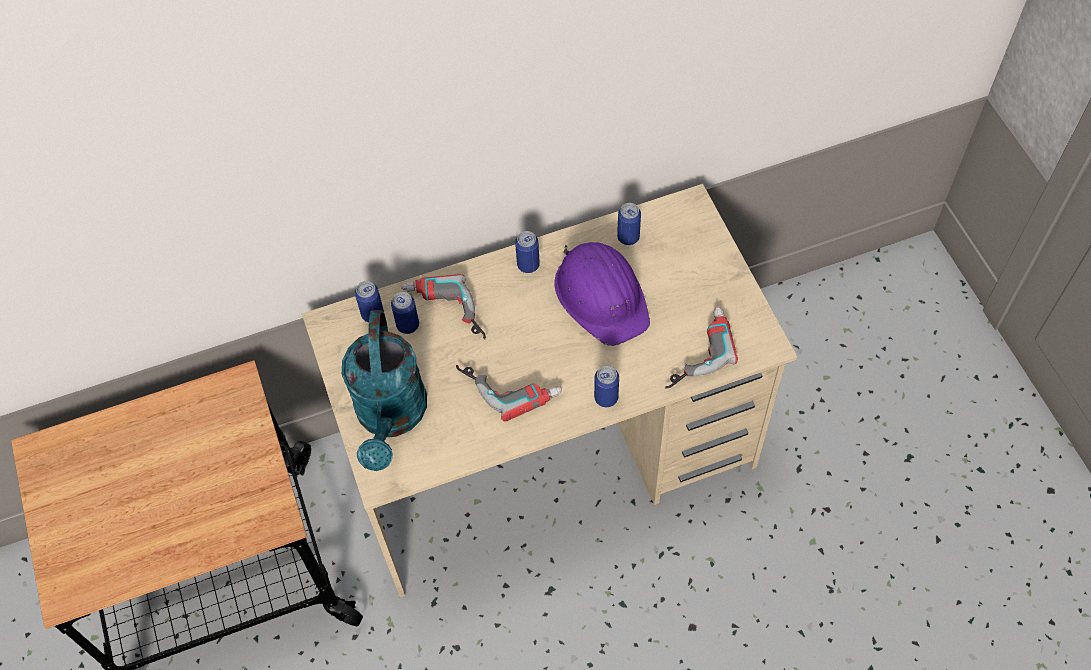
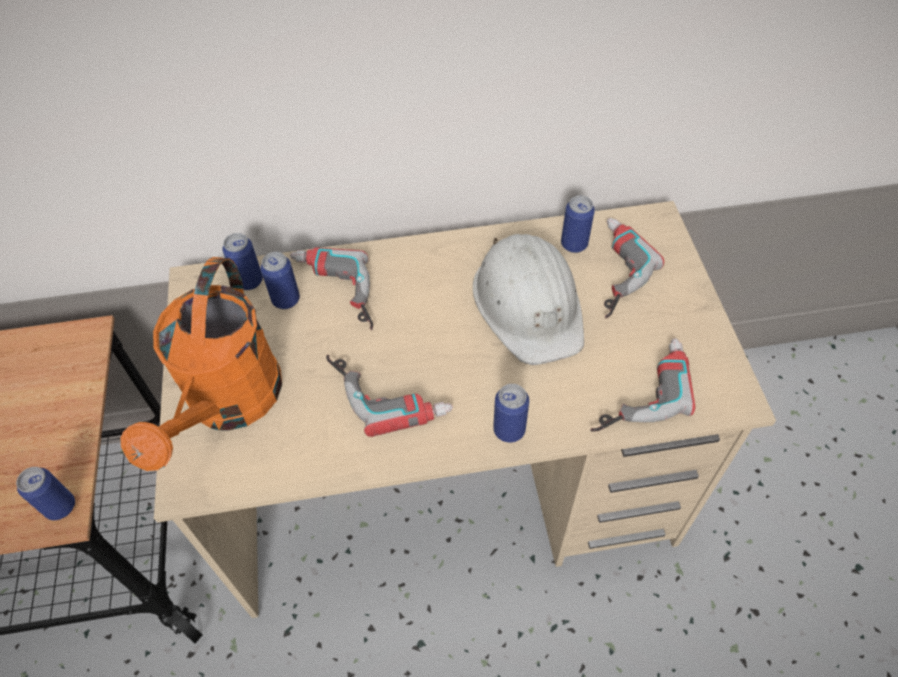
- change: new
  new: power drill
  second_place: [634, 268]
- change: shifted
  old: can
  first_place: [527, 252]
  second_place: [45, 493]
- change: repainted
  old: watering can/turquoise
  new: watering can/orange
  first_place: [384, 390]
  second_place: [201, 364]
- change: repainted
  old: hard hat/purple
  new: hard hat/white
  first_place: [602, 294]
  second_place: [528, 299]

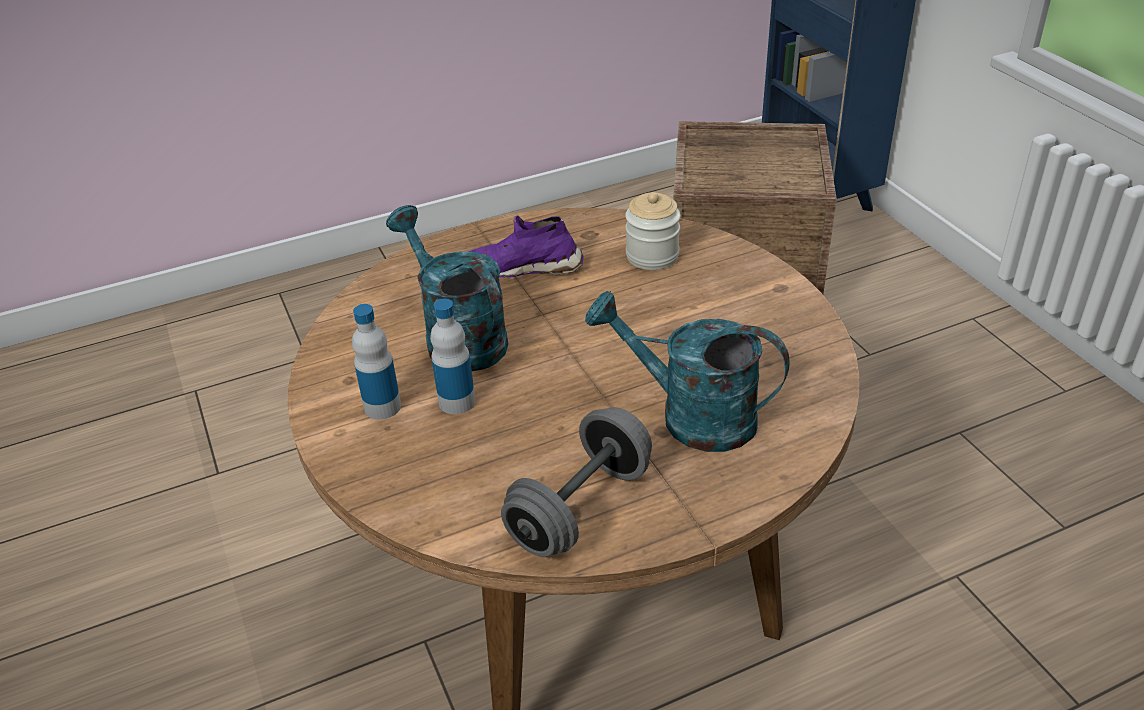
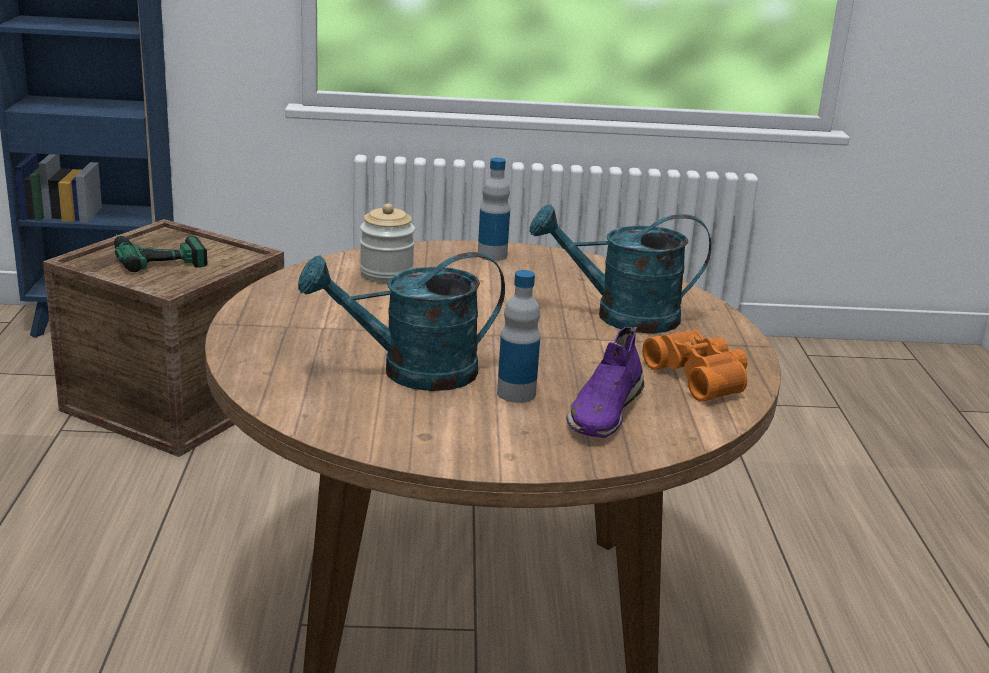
- change: new
  new: power drill
  second_place: [161, 253]
- change: shifted
  old: bottle
  first_place: [376, 362]
  second_place: [494, 209]
- change: shifted
  old: shoe/purple
  first_place: [526, 246]
  second_place: [605, 382]
- change: swapped
  old: dumbbell/grey
  new: binoculars/orange
  first_place: [576, 482]
  second_place: [695, 365]
- change: rotated
  old: watering can/turquoise
  first_place: [687, 371]
  second_place: [620, 268]
  degrees: 45

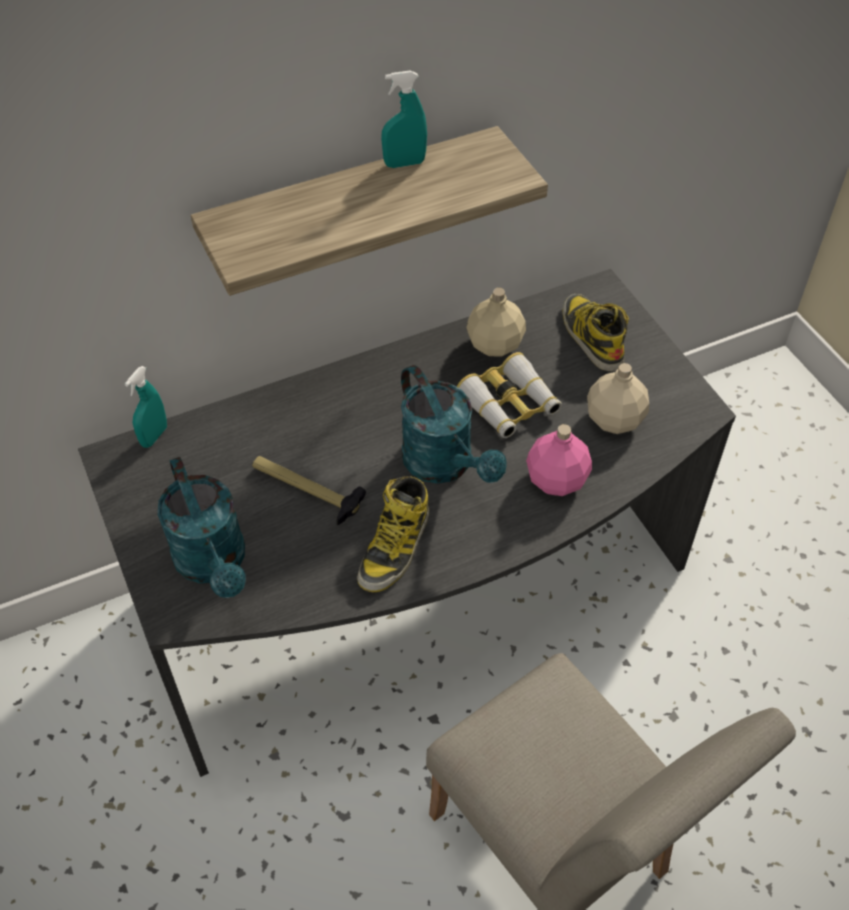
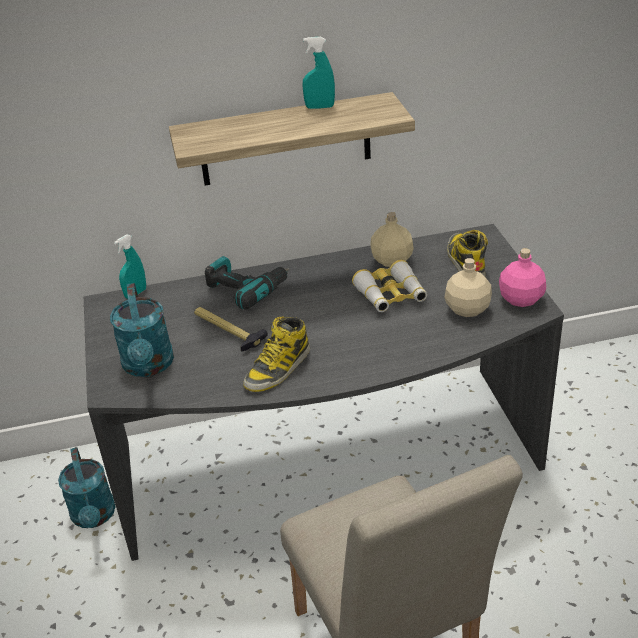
- change: new
  new: power drill
  second_place: [247, 283]
- change: shifted
  old: watering can/turquoise
  first_place: [454, 424]
  second_place: [87, 487]
- change: shifted
  old: bottle/pink
  first_place: [559, 460]
  second_place: [522, 277]

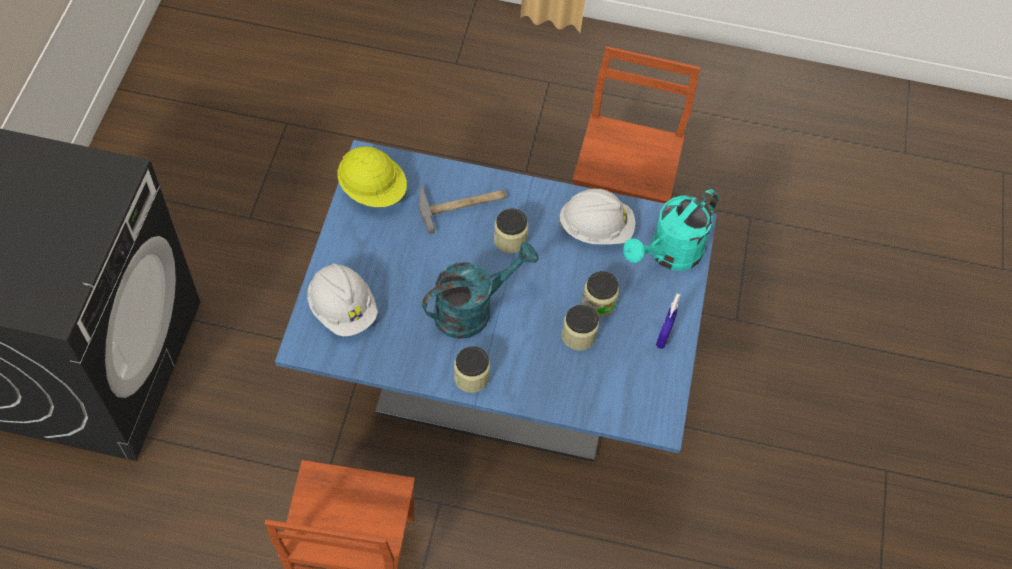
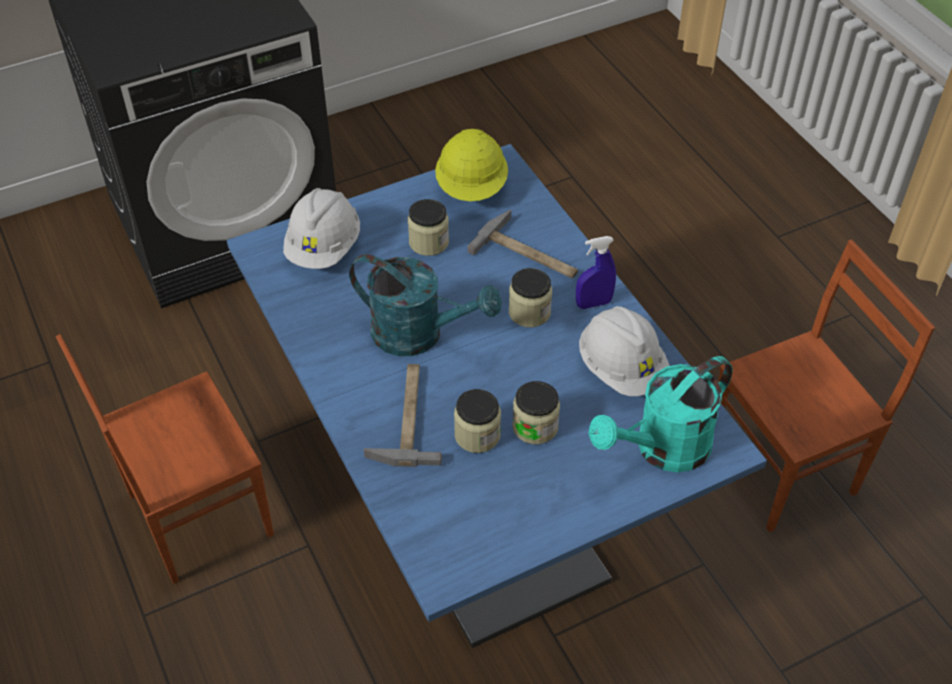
- change: new
  new: hammer
  second_place: [403, 415]
- change: shifted
  old: jar
  first_place: [472, 369]
  second_place: [428, 227]
- change: shifted
  old: spray bottle/blue
  first_place: [668, 321]
  second_place: [596, 272]
- change: rotated
  old: watering can/turquoise
  first_place: [671, 230]
  second_place: [661, 414]
  degrees: -45

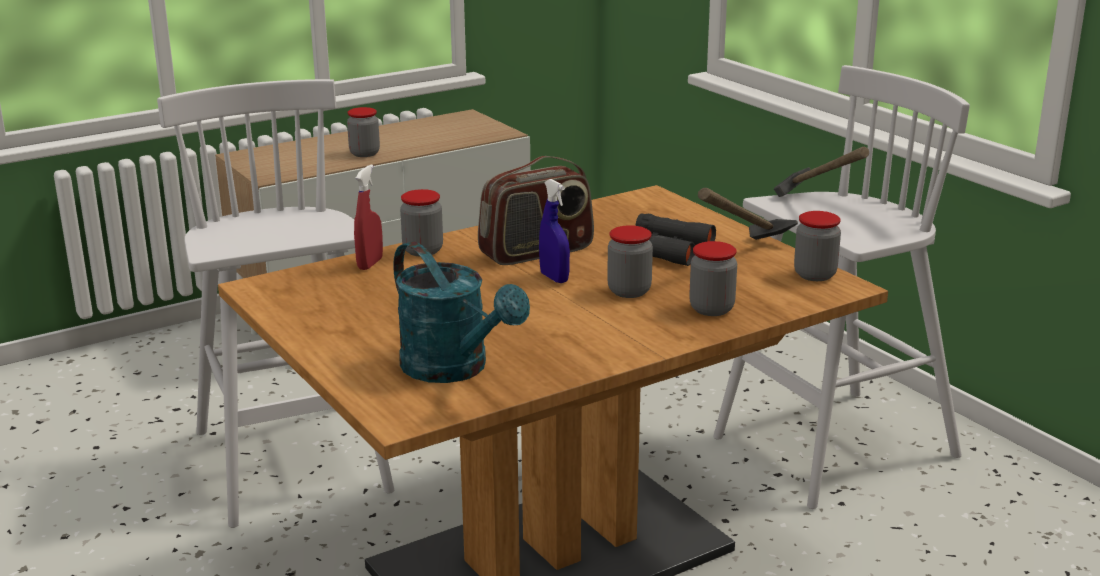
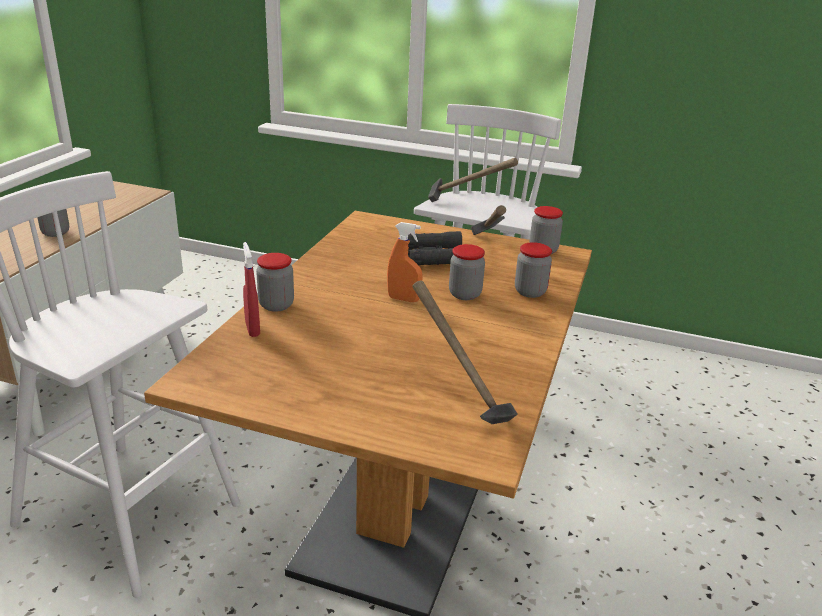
- change: gone
  old: radio
  first_place: [536, 210]
- change: swapped
  old: watering can/turquoise
  new: hammer
  first_place: [461, 312]
  second_place: [465, 352]
- change: repainted
  old: spray bottle/blue
  new: spray bottle/orange
  first_place: [554, 231]
  second_place: [405, 262]

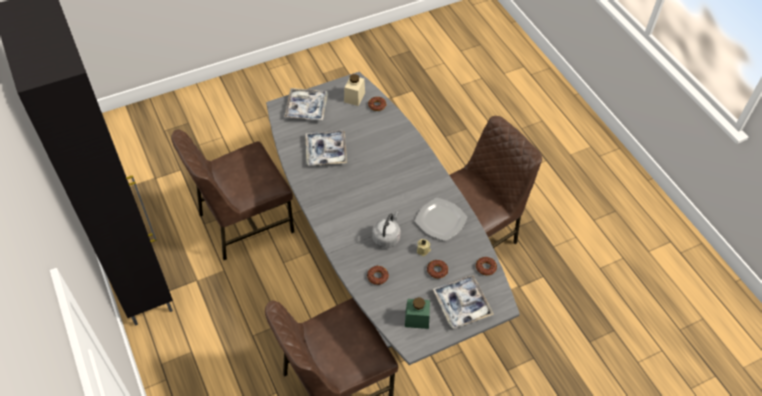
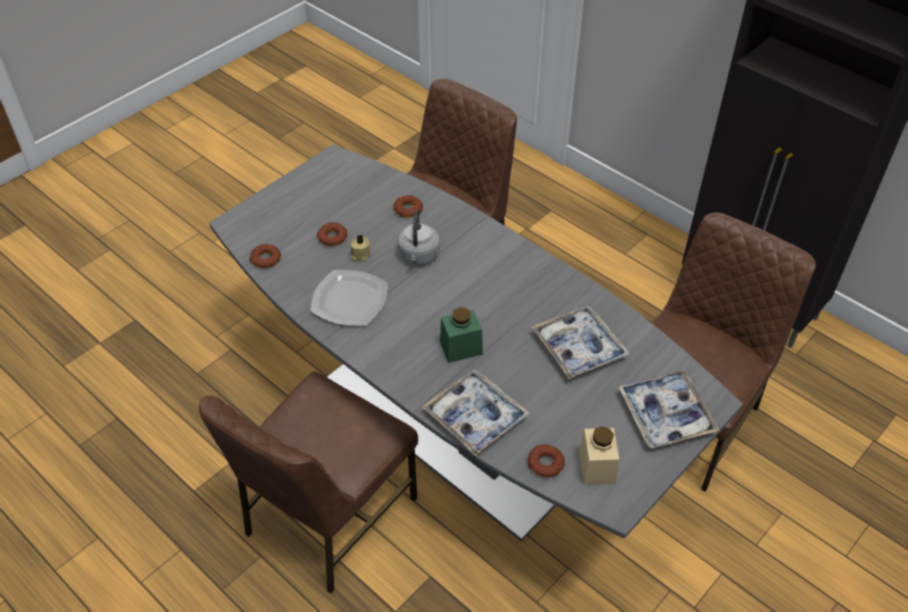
- change: shifted
  old: jar/green
  first_place: [417, 313]
  second_place: [461, 335]
- change: shifted
  old: tray
  first_place: [463, 302]
  second_place: [475, 413]

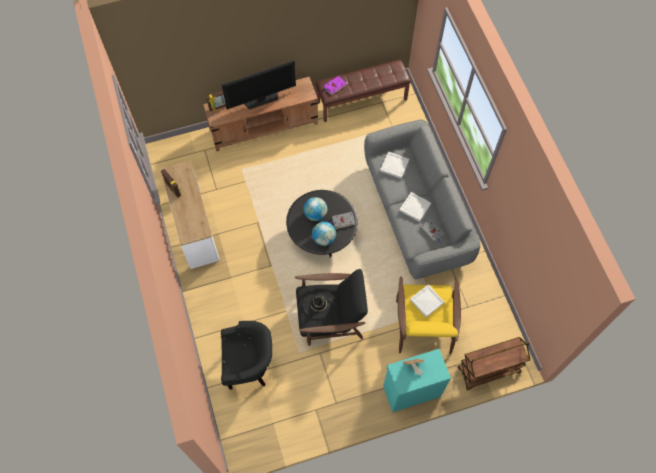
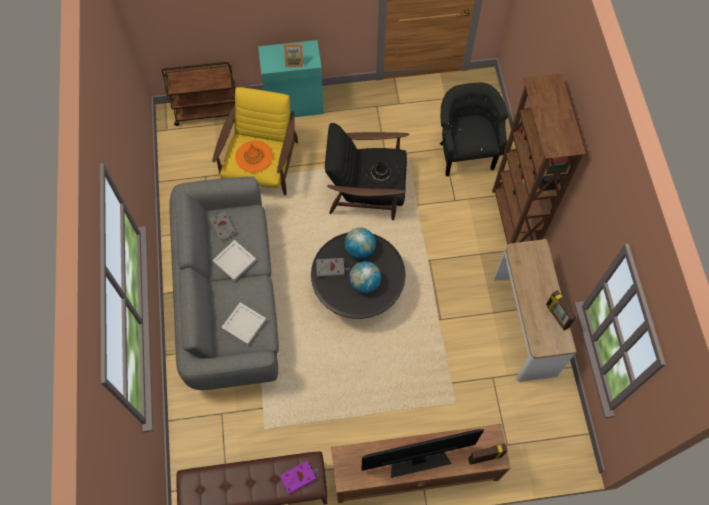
- change: new
  new: bookcase/brown
  second_place: [539, 159]
- change: swapped
  old: tray/white
  new: hat/orange
  first_place: [427, 300]
  second_place: [254, 156]
- change: rotated
  old: armchair/black
  first_place: [246, 355]
  second_place: [474, 129]
  degrees: 75

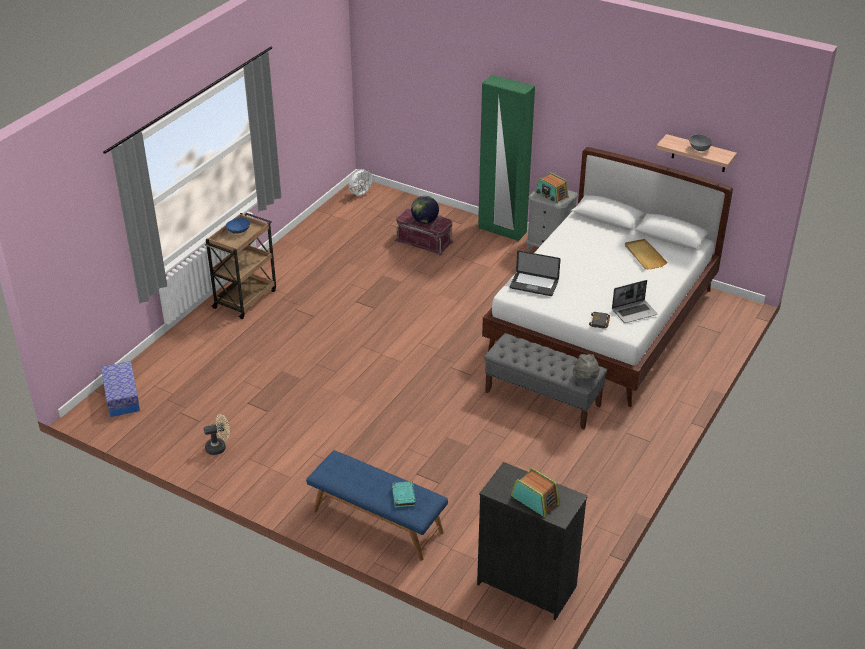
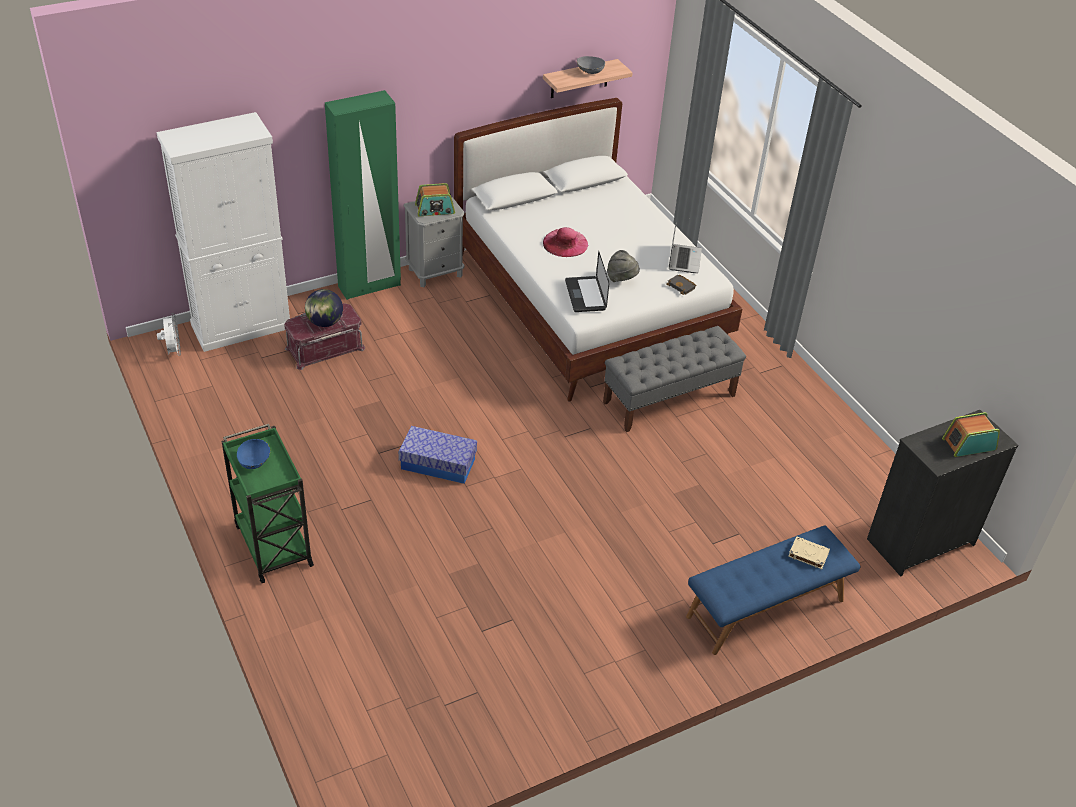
- change: gone
  old: fan/beige
  first_place: [217, 434]
- change: gone
  old: tray/beige
  first_place: [646, 254]
- change: new
  new: cabinet/white
  second_place: [223, 232]
- change: new
  new: hat/pink
  second_place: [565, 242]
- change: shifted
  old: storage box
  first_place: [120, 389]
  second_place: [438, 455]
- change: shifted
  old: hat/grey
  first_place: [586, 367]
  second_place: [623, 266]
- change: repainted
  old: cart/brown
  new: cart/green
  first_place: [240, 266]
  second_place: [267, 503]
- change: repainted
  old: book/turquoise
  new: book/beige
  first_place: [404, 494]
  second_place: [809, 552]
- change: rotated
  old: laptop
  first_place: [535, 273]
  second_place: [587, 281]
  degrees: 120

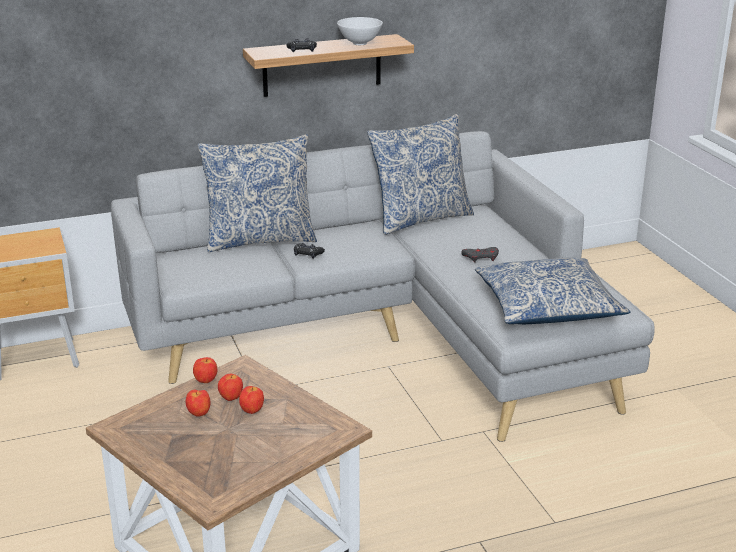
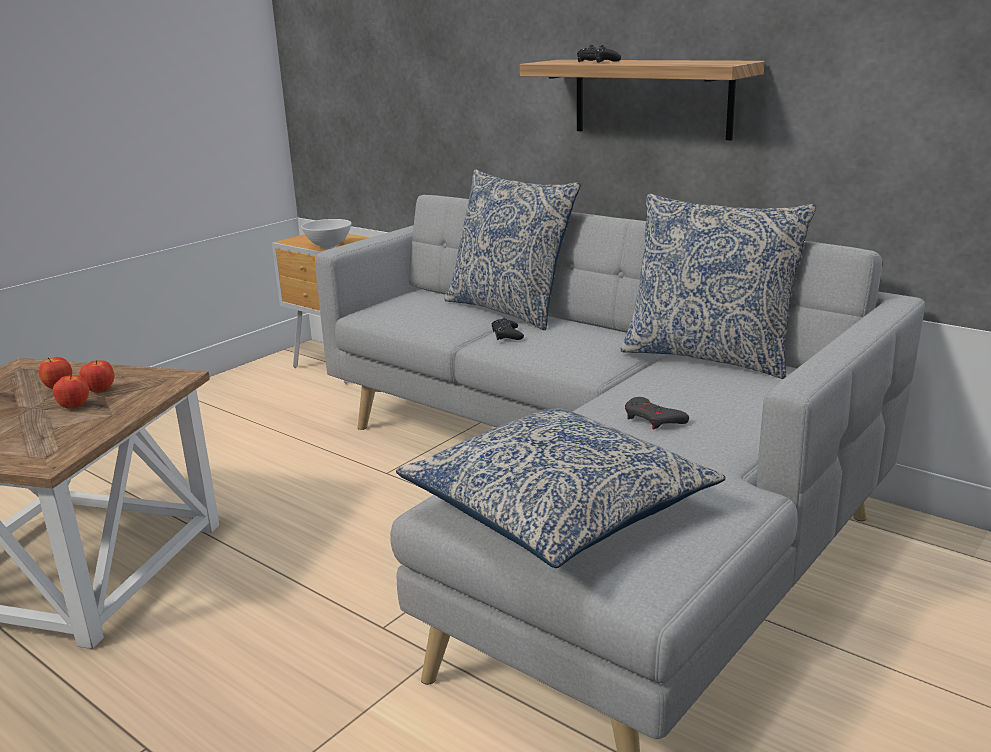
- change: gone
  old: apple
  first_place: [205, 370]
- change: shifted
  old: bowl/white
  first_place: [360, 31]
  second_place: [326, 234]

